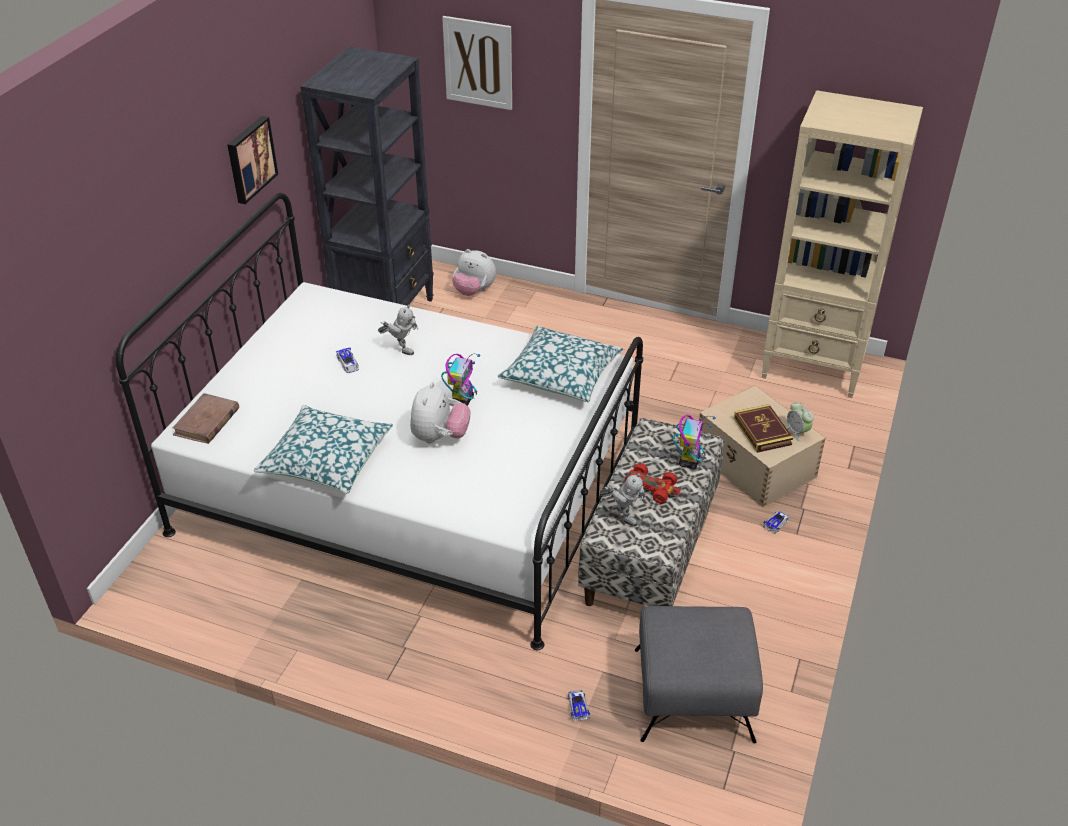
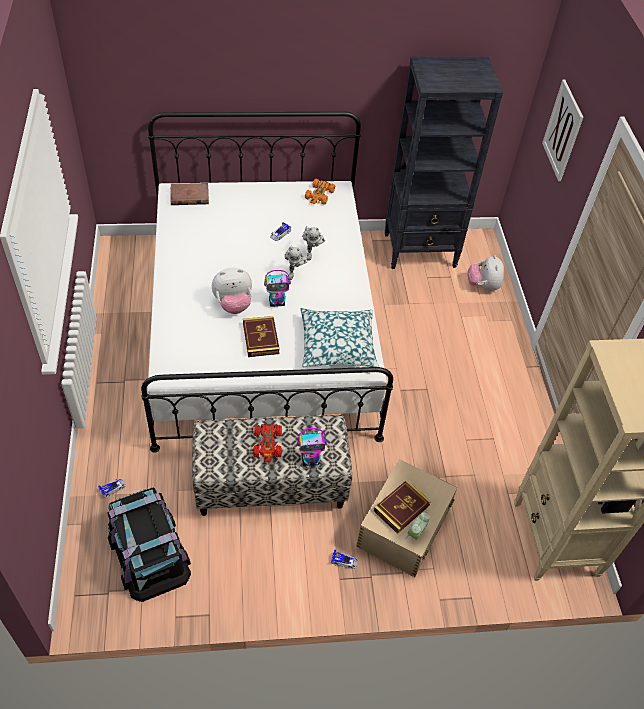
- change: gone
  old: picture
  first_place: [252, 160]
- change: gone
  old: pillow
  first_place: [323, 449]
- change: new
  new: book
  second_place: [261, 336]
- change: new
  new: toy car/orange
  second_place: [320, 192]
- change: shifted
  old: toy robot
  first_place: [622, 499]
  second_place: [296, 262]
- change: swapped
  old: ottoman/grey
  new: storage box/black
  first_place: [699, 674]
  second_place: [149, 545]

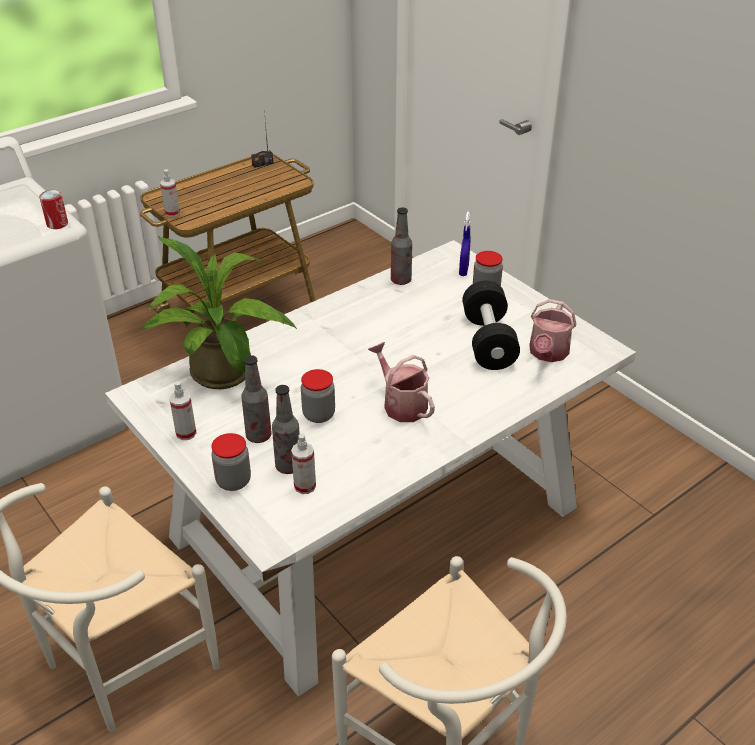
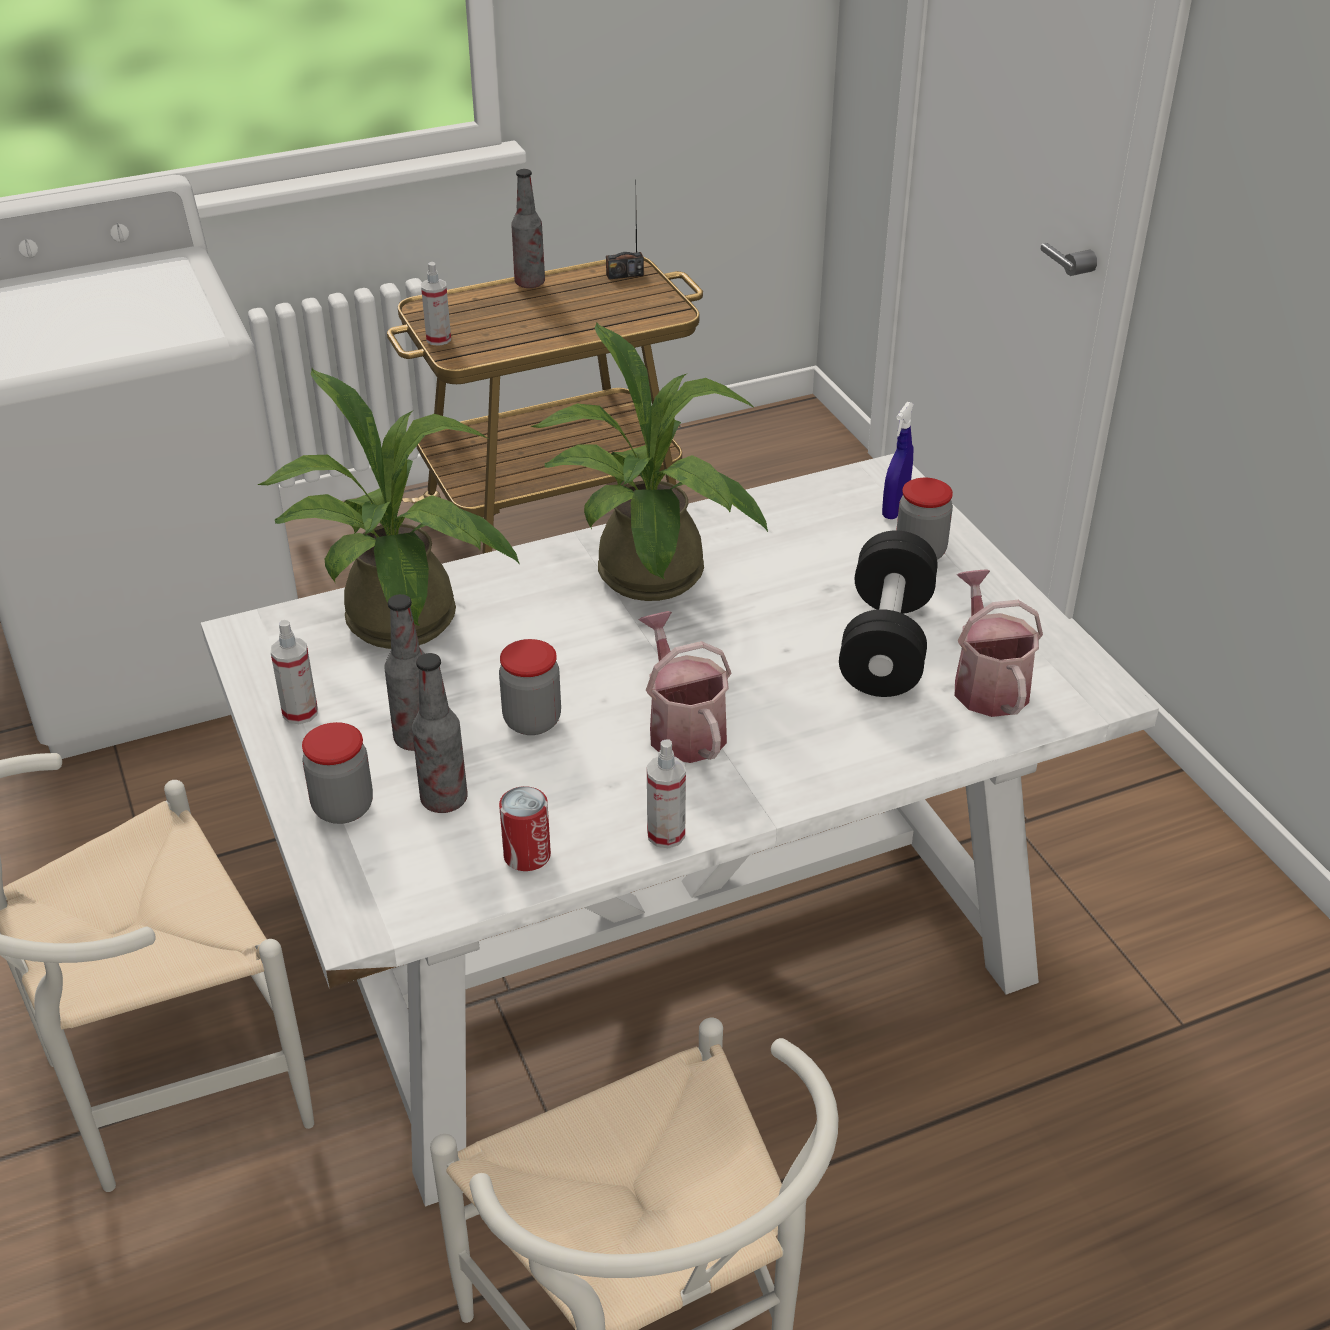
- change: new
  new: potted plant
  second_place: [649, 462]
- change: shifted
  old: can
  first_place: [53, 209]
  second_place: [525, 828]
- change: shifted
  old: spray bottle
  first_place: [303, 463]
  second_place: [666, 793]
- change: shifted
  old: bottle
  first_place: [401, 246]
  second_place: [528, 228]
- change: rotated
  old: watering can
  first_place: [553, 330]
  second_place: [999, 643]
  degrees: 135

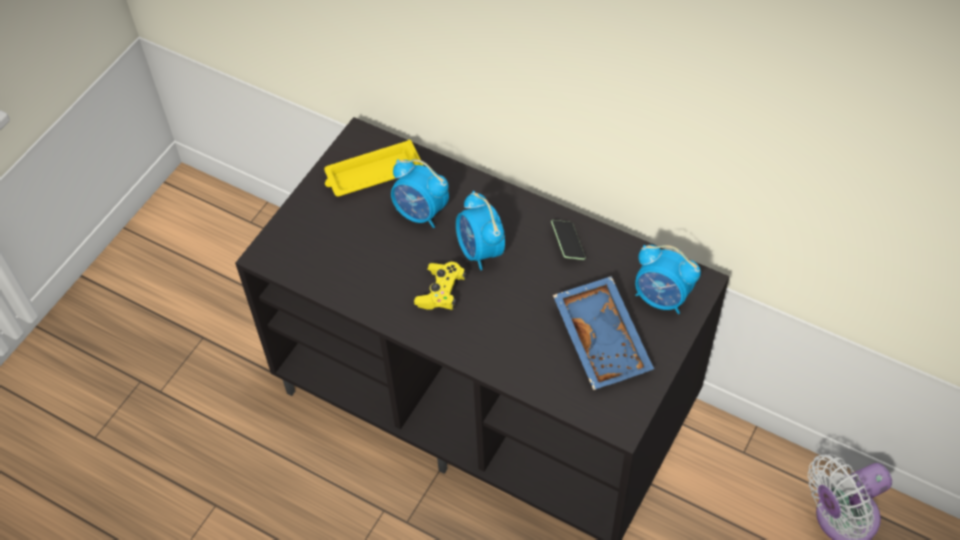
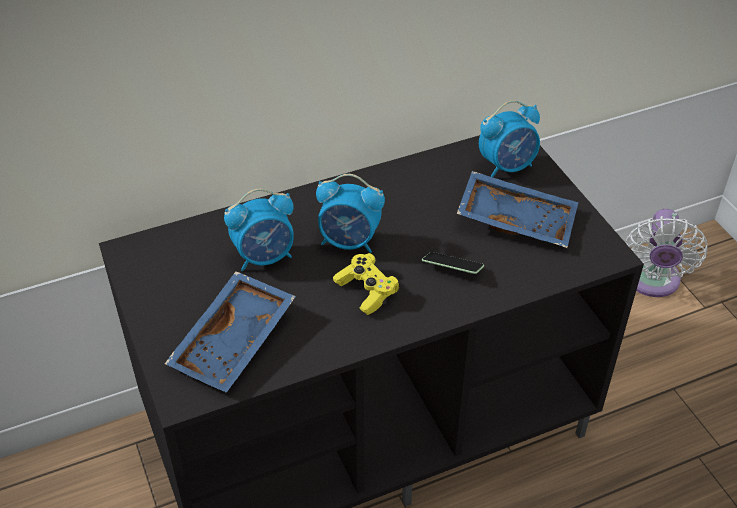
- change: gone
  old: tray/yellow
  first_place: [373, 168]
- change: new
  new: tray/blue
  second_place: [230, 332]
- change: shifted
  old: phone
  first_place: [568, 240]
  second_place: [453, 263]

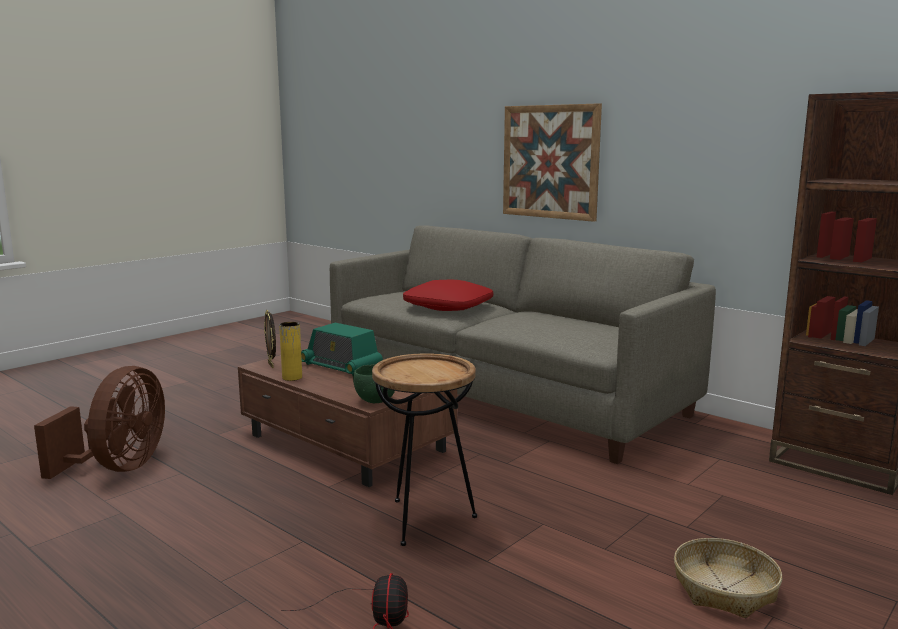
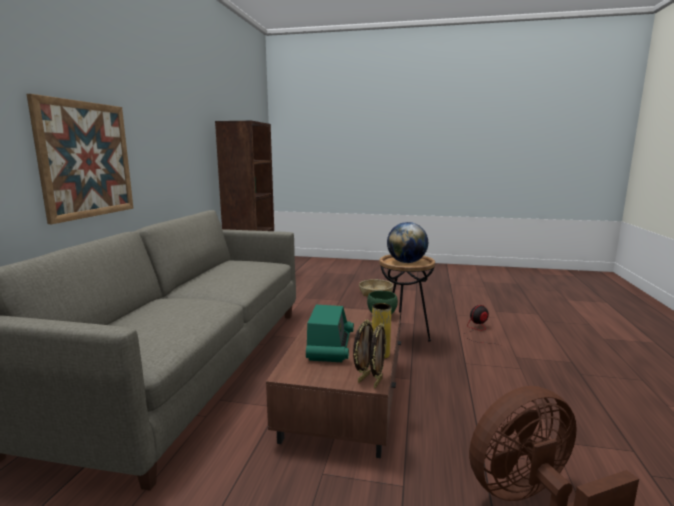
- change: gone
  old: pillow/red
  first_place: [448, 295]
- change: new
  new: picture frame
  second_place: [378, 355]
- change: new
  new: globe
  second_place: [407, 242]

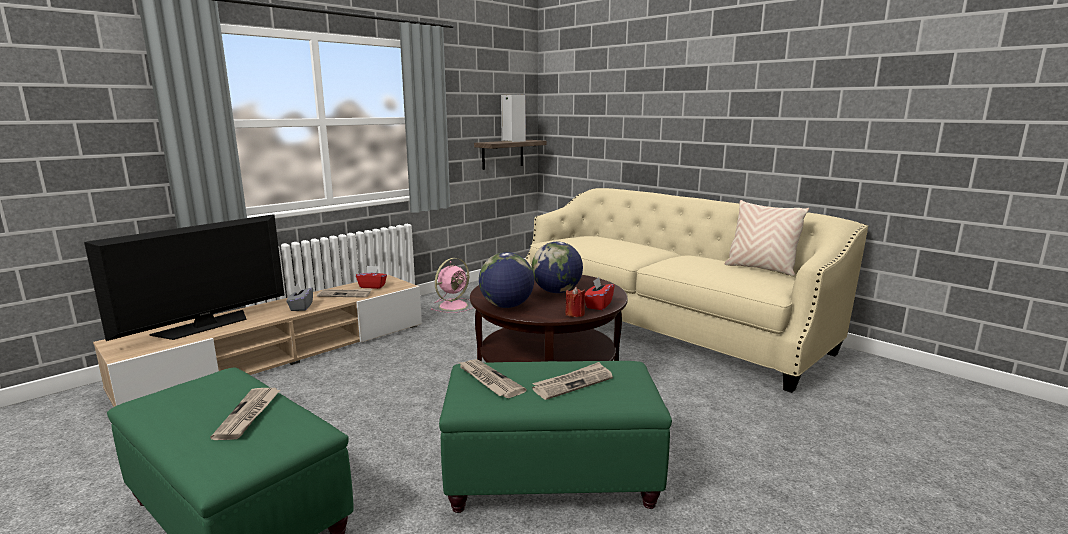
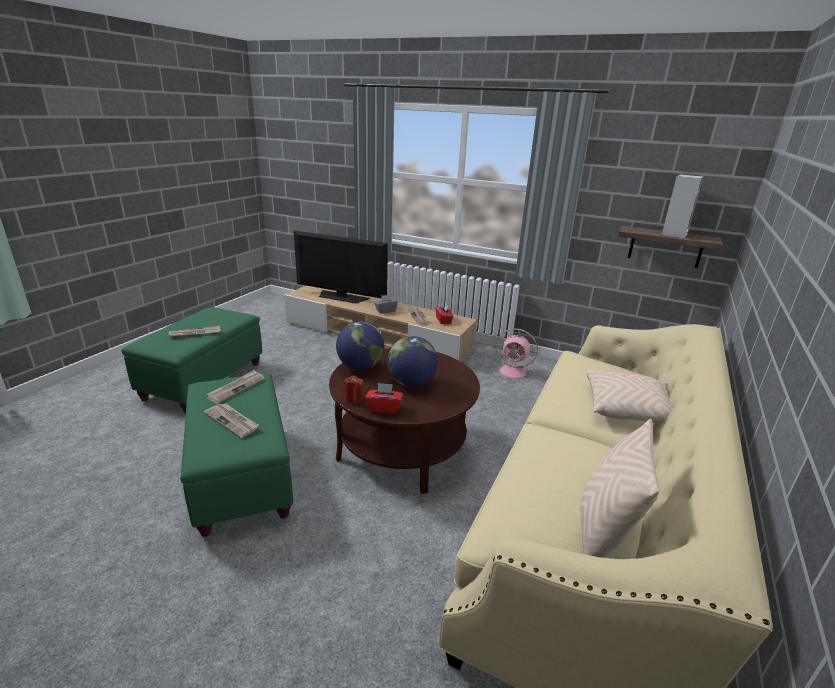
- change: new
  new: pillow/beige
  second_place: [629, 397]

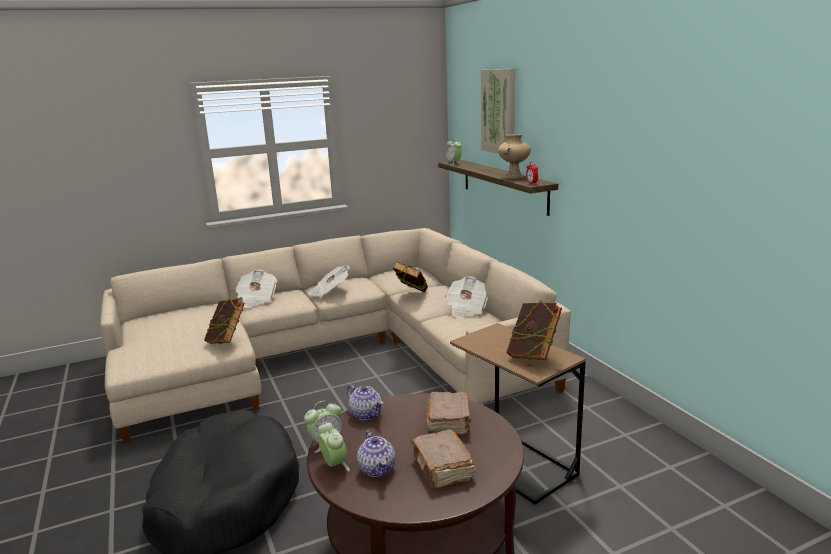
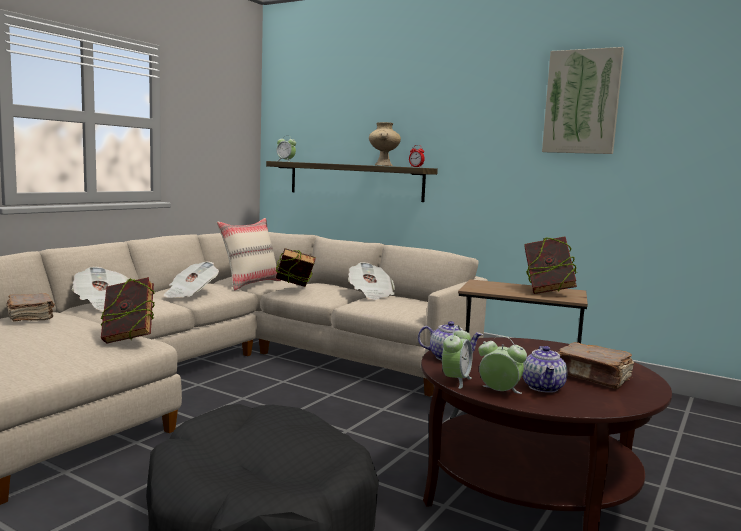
- change: new
  new: pillow/beige
  second_place: [249, 254]
- change: shifted
  old: book/brown
  first_place: [449, 413]
  second_place: [30, 307]
- change: shifted
  old: picture
  first_place: [498, 111]
  second_place: [583, 100]
- change: rotated
  old: teapot
  first_place: [376, 454]
  second_place: [545, 369]
  degrees: 60

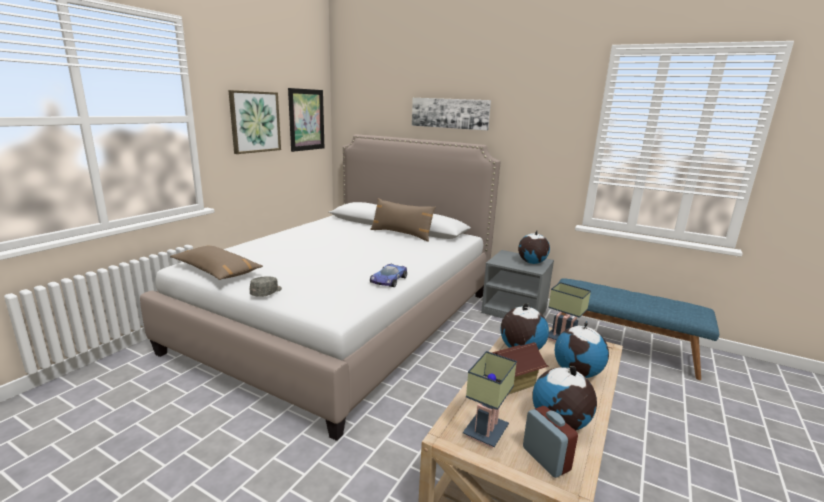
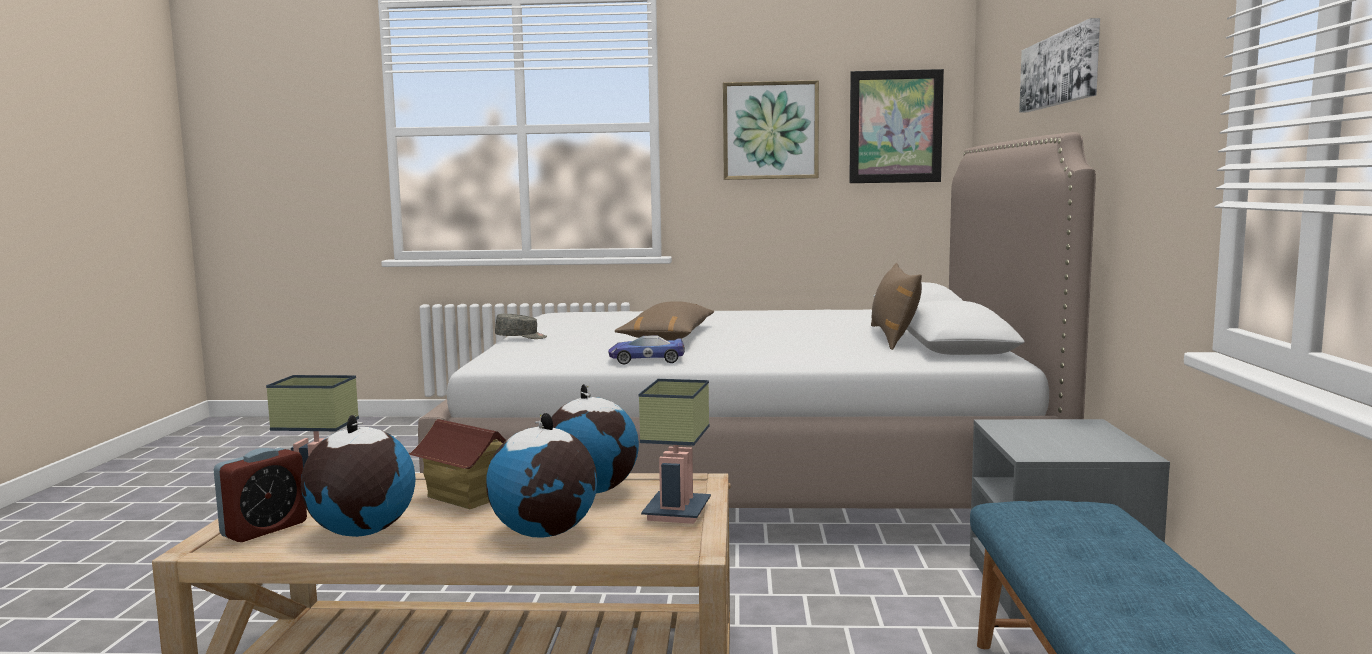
- change: gone
  old: globe
  first_place: [534, 247]
- change: shifted
  old: pillow/brown
  first_place: [216, 263]
  second_place: [664, 320]

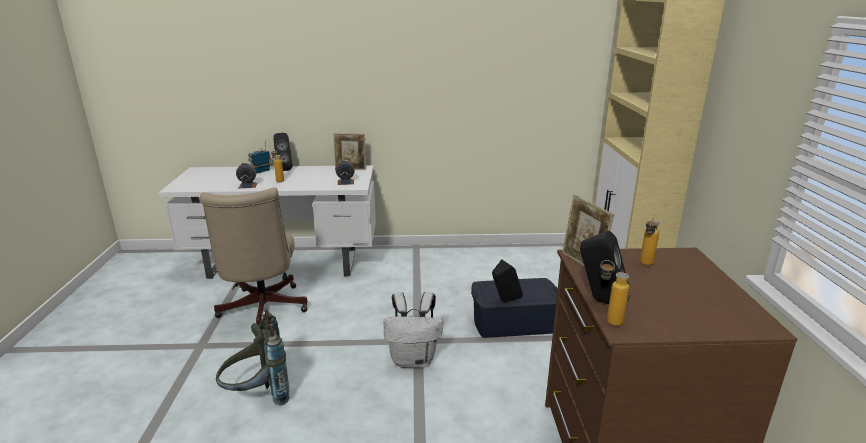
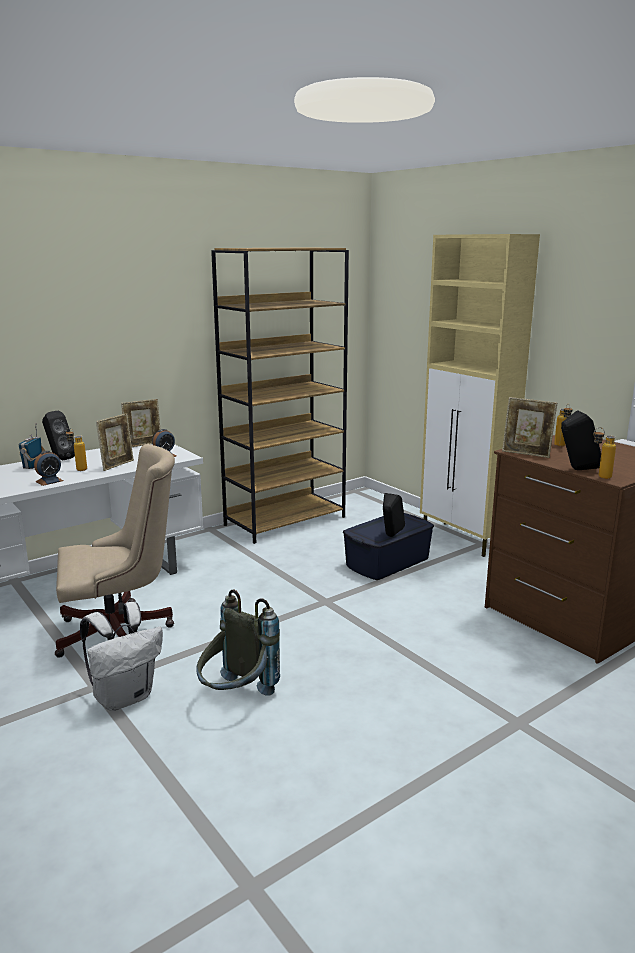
- change: new
  new: picture frame
  second_place: [115, 442]
- change: new
  new: bookcase/brown
  second_place: [280, 395]
- change: shifted
  old: backpack/white
  first_place: [413, 330]
  second_place: [121, 656]
- change: rotated
  old: office chair/beige
  first_place: [254, 256]
  second_place: [115, 551]
  degrees: -60

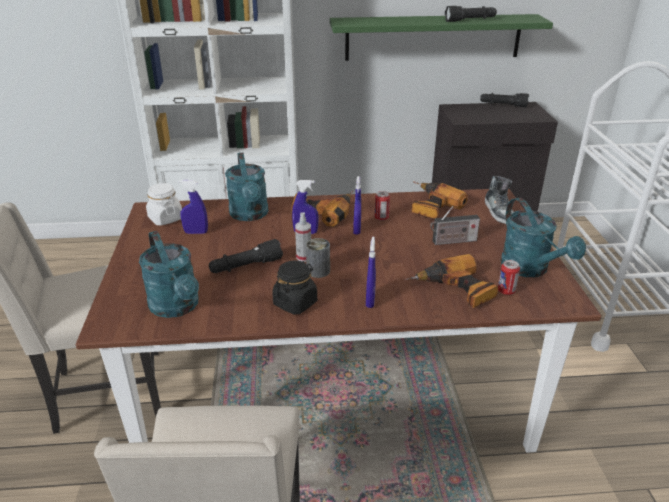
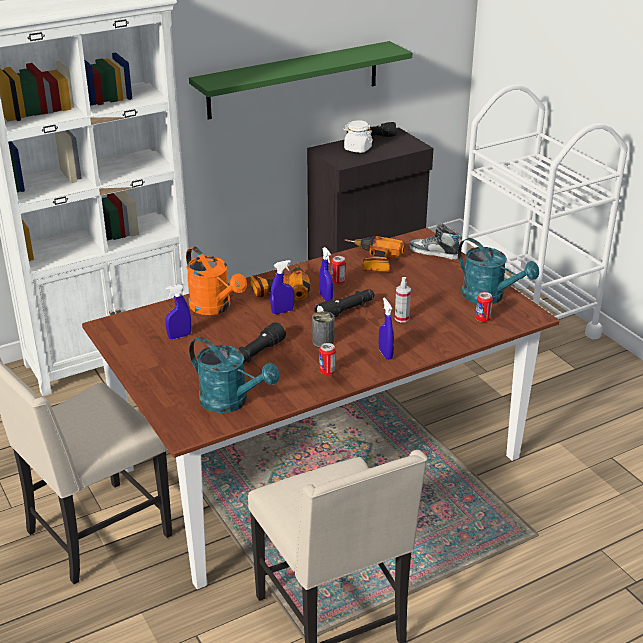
- change: gone
  old: power drill
  first_place: [451, 281]
- change: gone
  old: radio
  first_place: [455, 225]
- change: shifted
  old: jar/white
  first_place: [164, 204]
  second_place: [358, 136]
- change: shifted
  old: spray bottle
  first_place: [303, 237]
  second_place: [403, 299]
- change: shifted
  old: flashlight/black
  first_place: [471, 14]
  second_place: [344, 303]
- change: swapped
  old: jar/black
  new: can
  first_place: [294, 287]
  second_place: [327, 359]
- change: repainted
  old: watering can/turquoise
  new: watering can/orange
  first_place: [247, 187]
  second_place: [216, 281]
- change: rotated
  old: shoe
  first_place: [499, 200]
  second_place: [436, 242]
  degrees: 150

